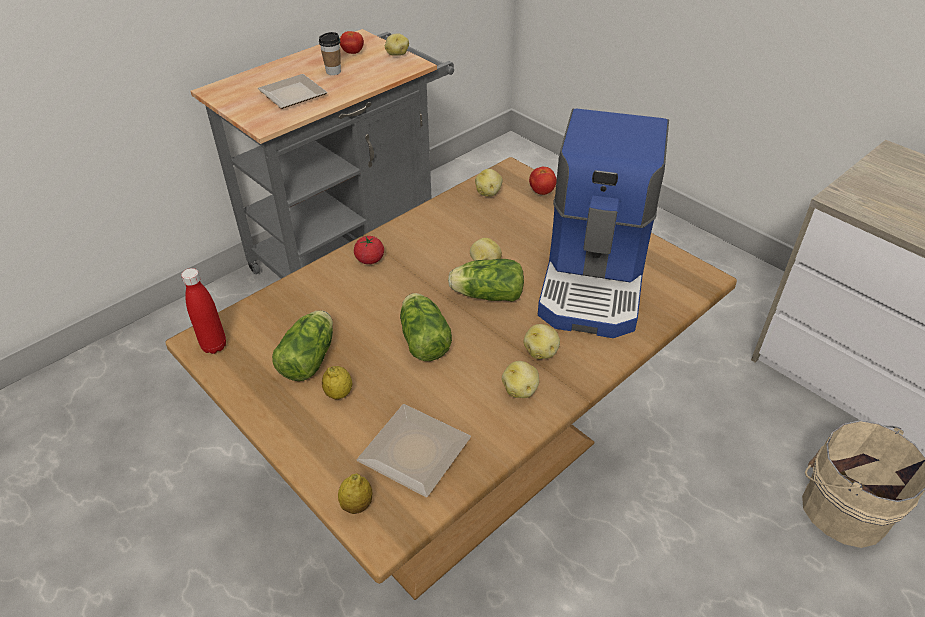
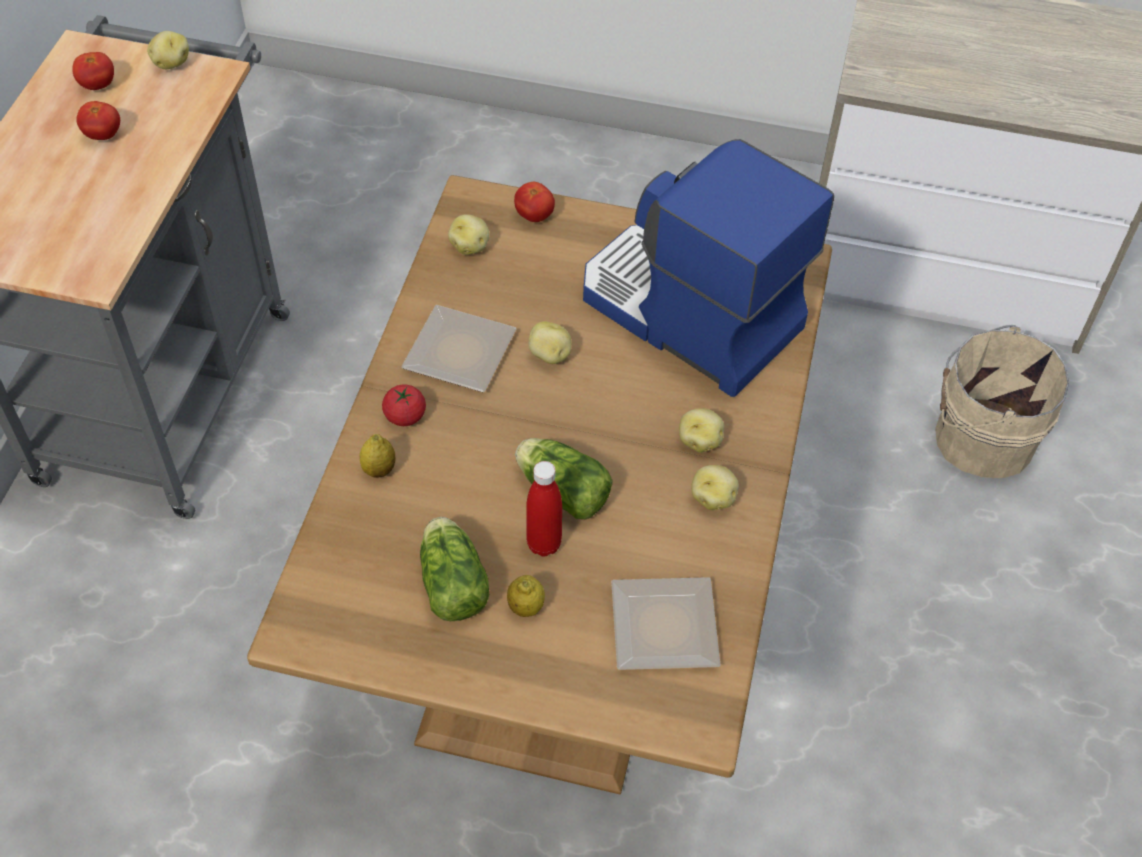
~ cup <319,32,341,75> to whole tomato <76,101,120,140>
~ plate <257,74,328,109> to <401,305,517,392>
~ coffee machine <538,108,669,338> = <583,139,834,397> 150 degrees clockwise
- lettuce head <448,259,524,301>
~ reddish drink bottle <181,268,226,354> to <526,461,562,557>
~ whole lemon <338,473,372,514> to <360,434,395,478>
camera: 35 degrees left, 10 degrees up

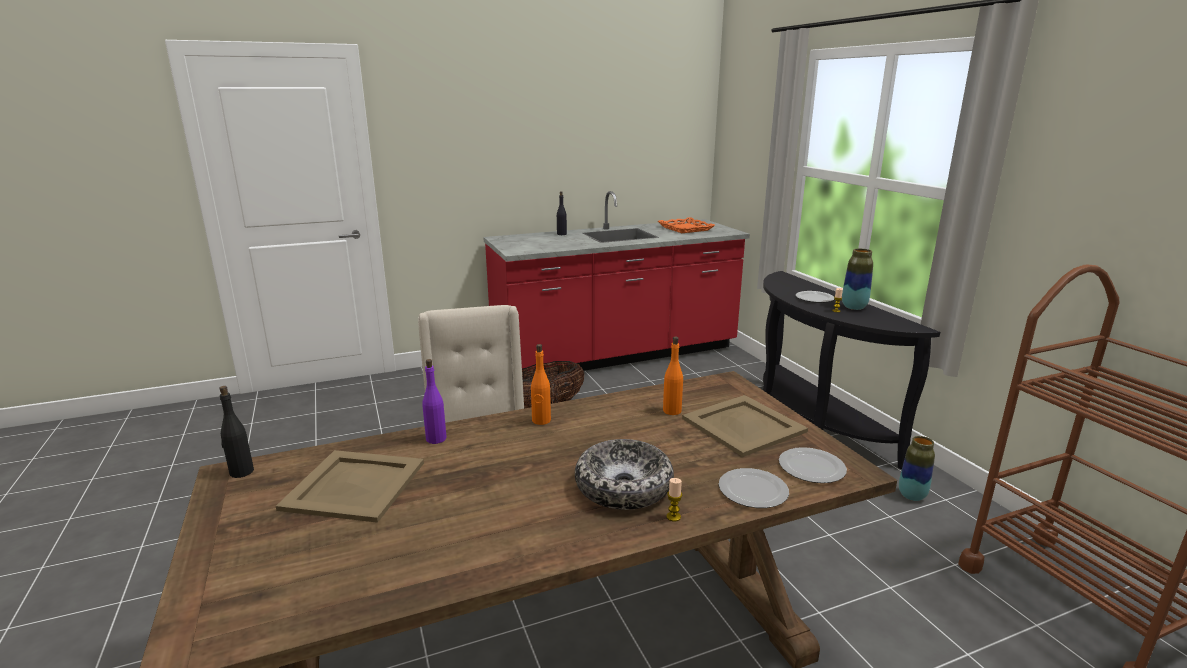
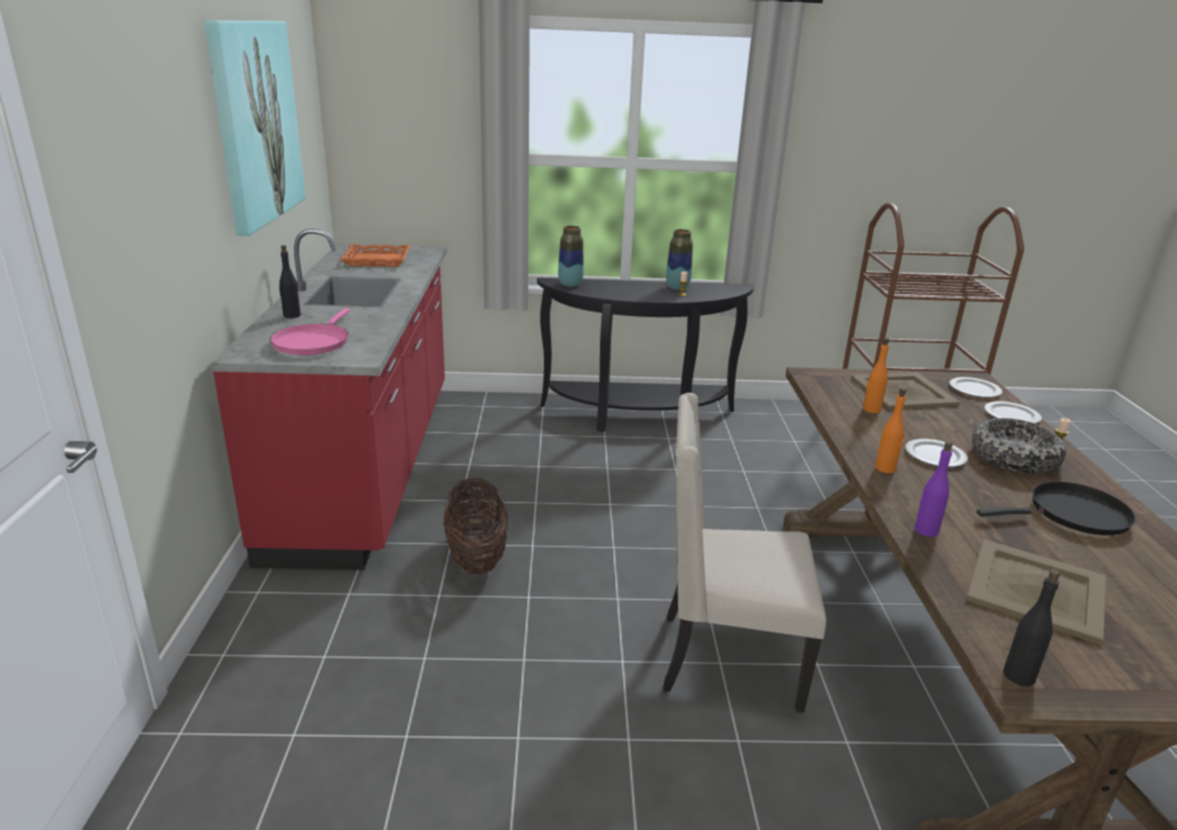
~ plate <796,291,834,303> to <905,439,968,467>
~ flower vase <899,436,935,501> to <558,226,584,287>
+ wall art <204,20,306,236>
+ pink-coloured frying pan <270,308,350,355>
+ black frying pan <977,481,1136,535>
camera: 70 degrees left, 5 degrees up

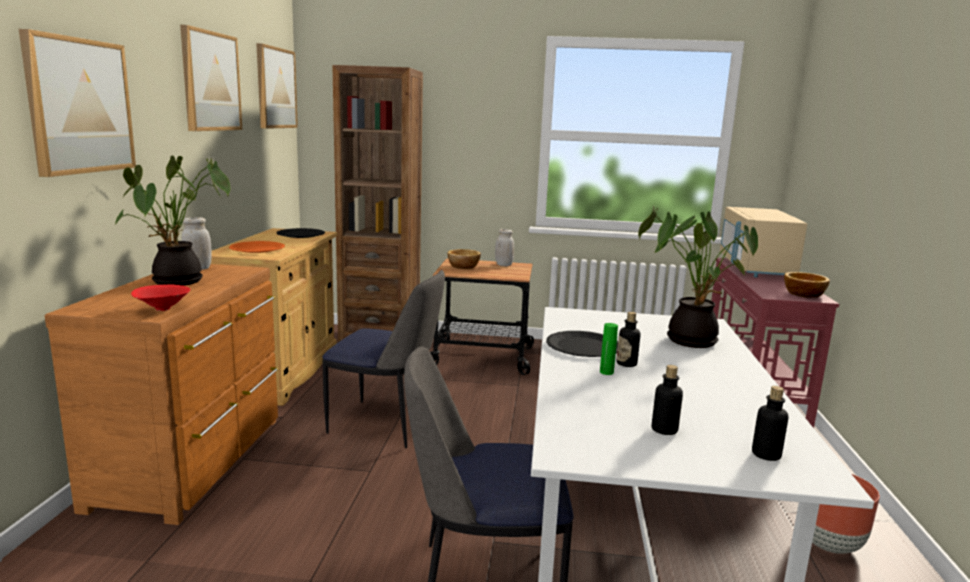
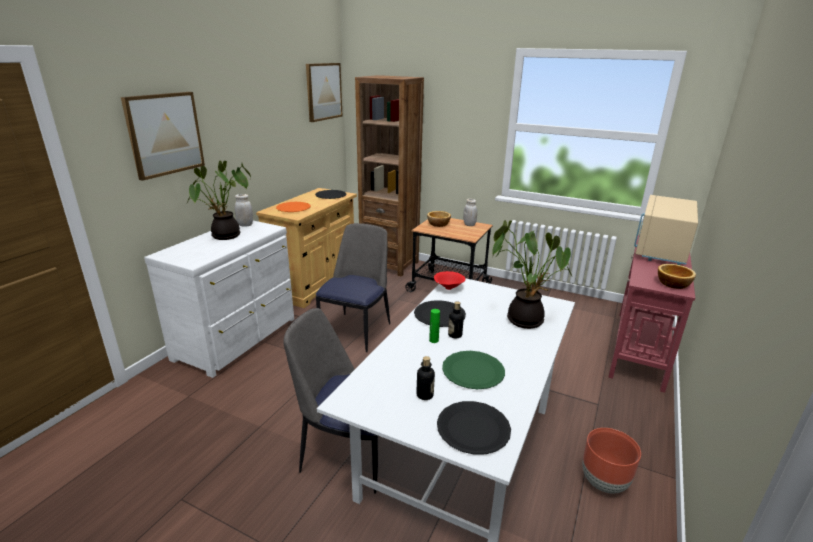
- wall art <180,25,242,131>
~ brown chest of drawers <45,264,278,525> to whitish chest of drawers <144,221,294,378>
~ plain chair <322,270,445,448> = <316,223,390,352> 105 degrees counterclockwise
~ reddish bowl <131,284,190,311> to <434,271,465,290>
~ drink bottle <752,386,788,461> to black plate <437,401,511,454>
+ green-coloured plate <442,351,505,389>
camera: 20 degrees right, 10 degrees up

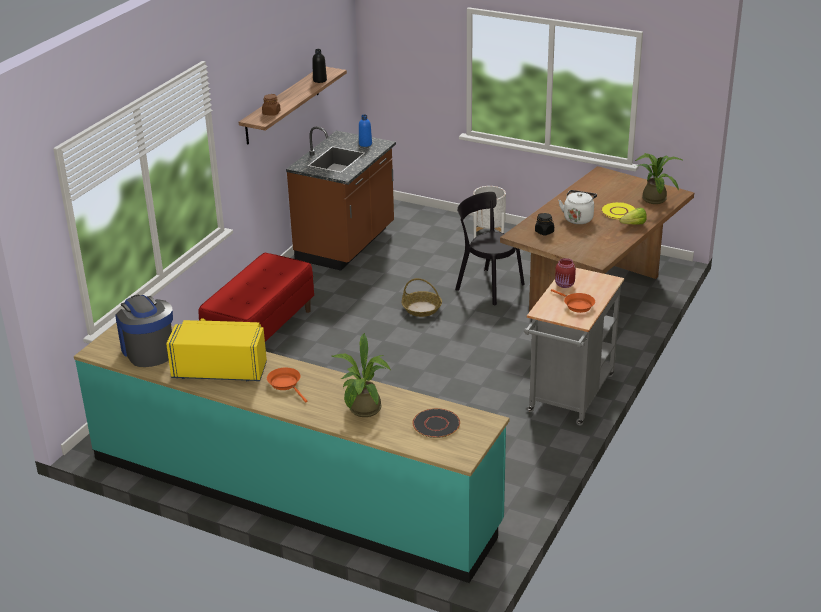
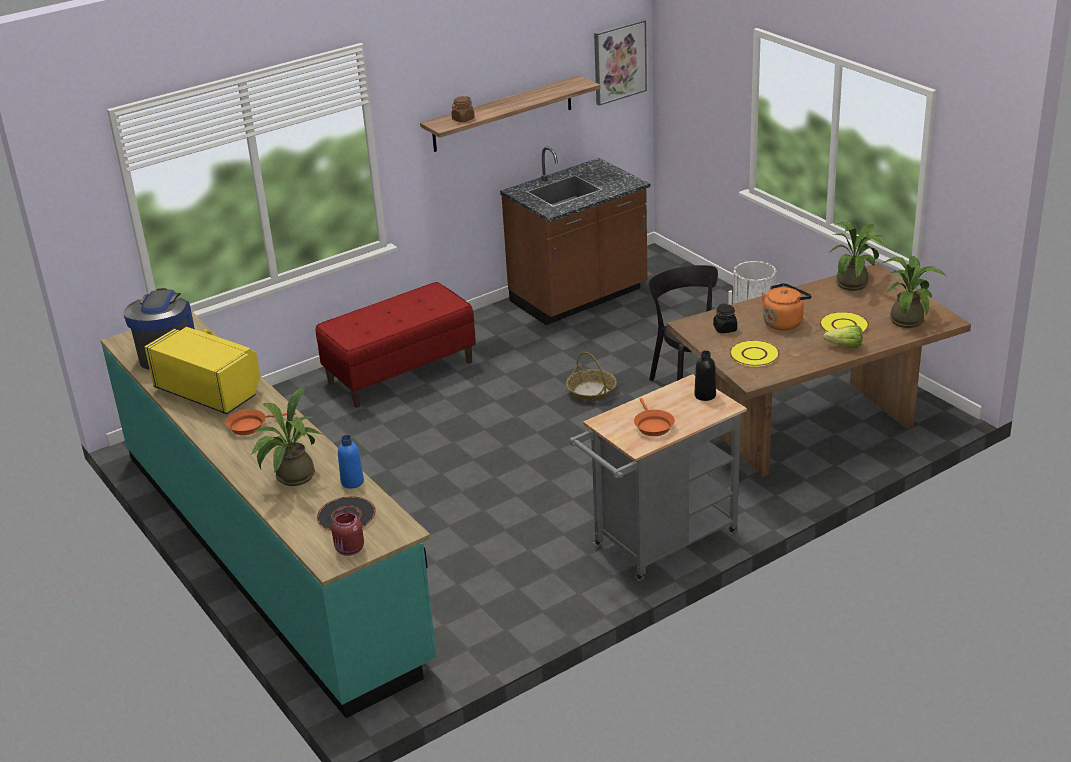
~ black drink bottle <312,49,327,83> to <694,351,716,401>
~ blue-coloured drink bottle <359,114,372,147> to <338,435,364,489>
~ whitish kettle <558,190,597,224> to orange-coloured kettle <762,283,812,330>
~ reddish storage jar <555,258,576,288> to <331,511,364,556>
~ orange-coloured frying pan <267,367,307,402> = <225,409,296,435> 105 degrees counterclockwise
+ wall art <594,19,647,106>
+ potted plant <828,221,882,291>
+ yellow plate <729,340,780,367>
camera: 30 degrees right, 0 degrees up

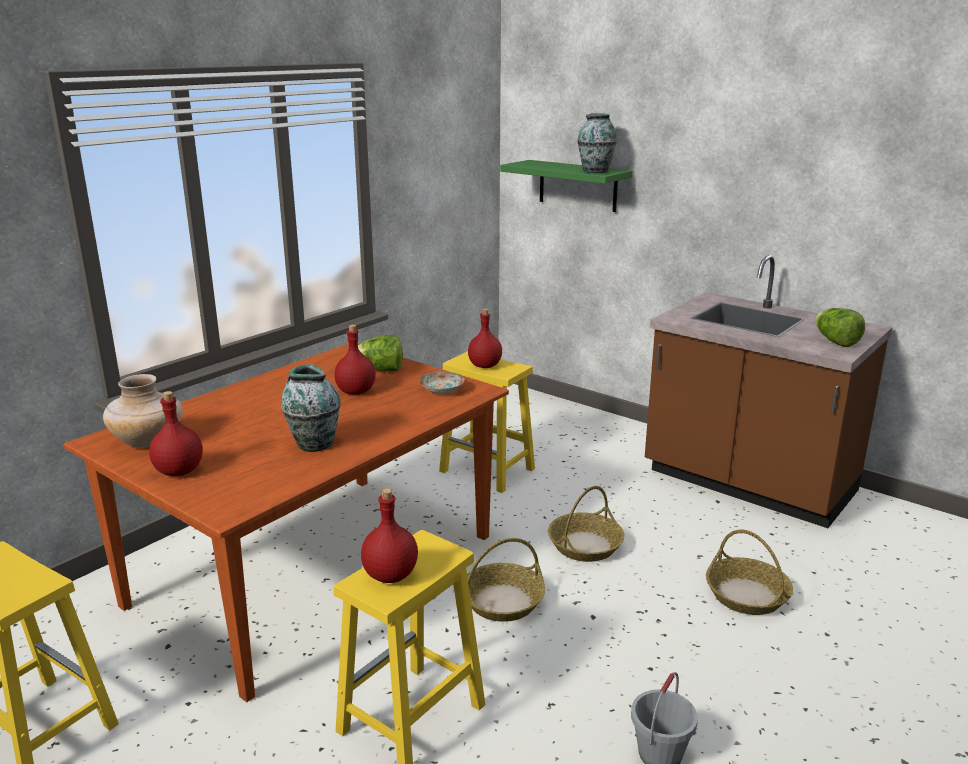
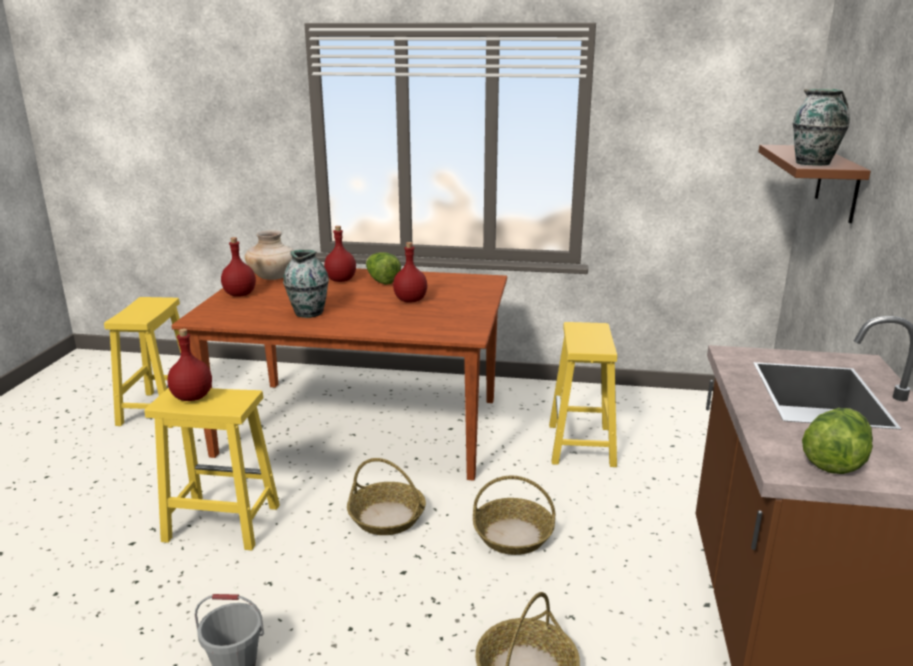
~ green-coloured bracket shelf <500,160,633,212> to brown bracket shelf <758,145,871,223>
~ reddish drink bottle <468,309,502,368> to <324,226,356,282>
~ lettuce head <358,335,403,372> to <366,252,401,285>
- plate <419,372,465,394>
camera: 60 degrees right, 0 degrees up

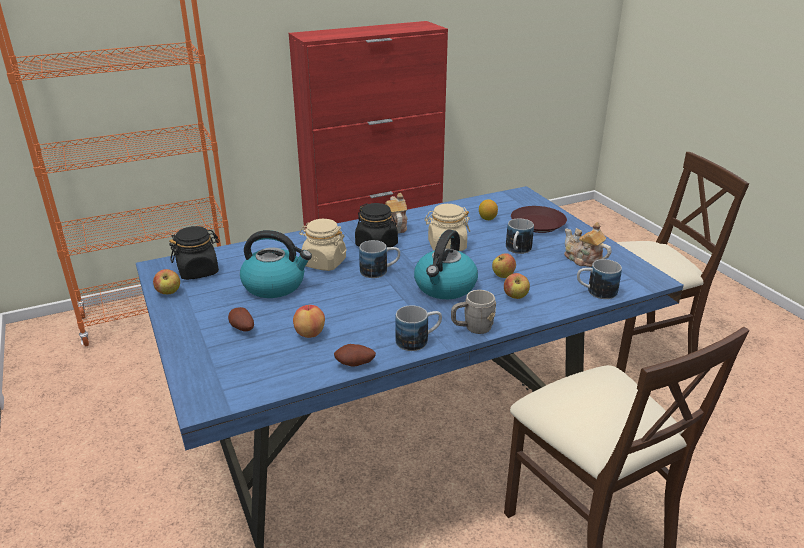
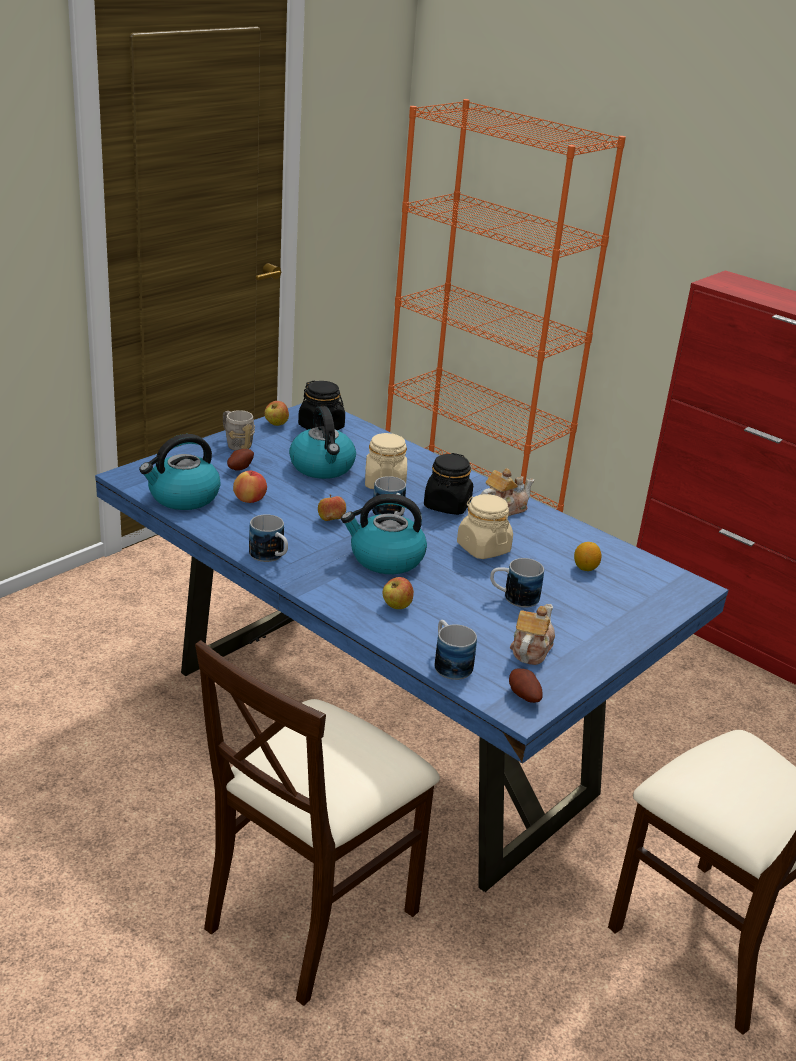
- brown plate <511,206,567,233>
~ apple <492,253,516,278> to <318,495,346,521>
~ gray mug <451,290,496,334> to <223,410,255,451>
~ whole potato <334,344,376,367> to <509,669,543,703>
+ kettle <139,434,221,510>
camera: 65 degrees right, 0 degrees up

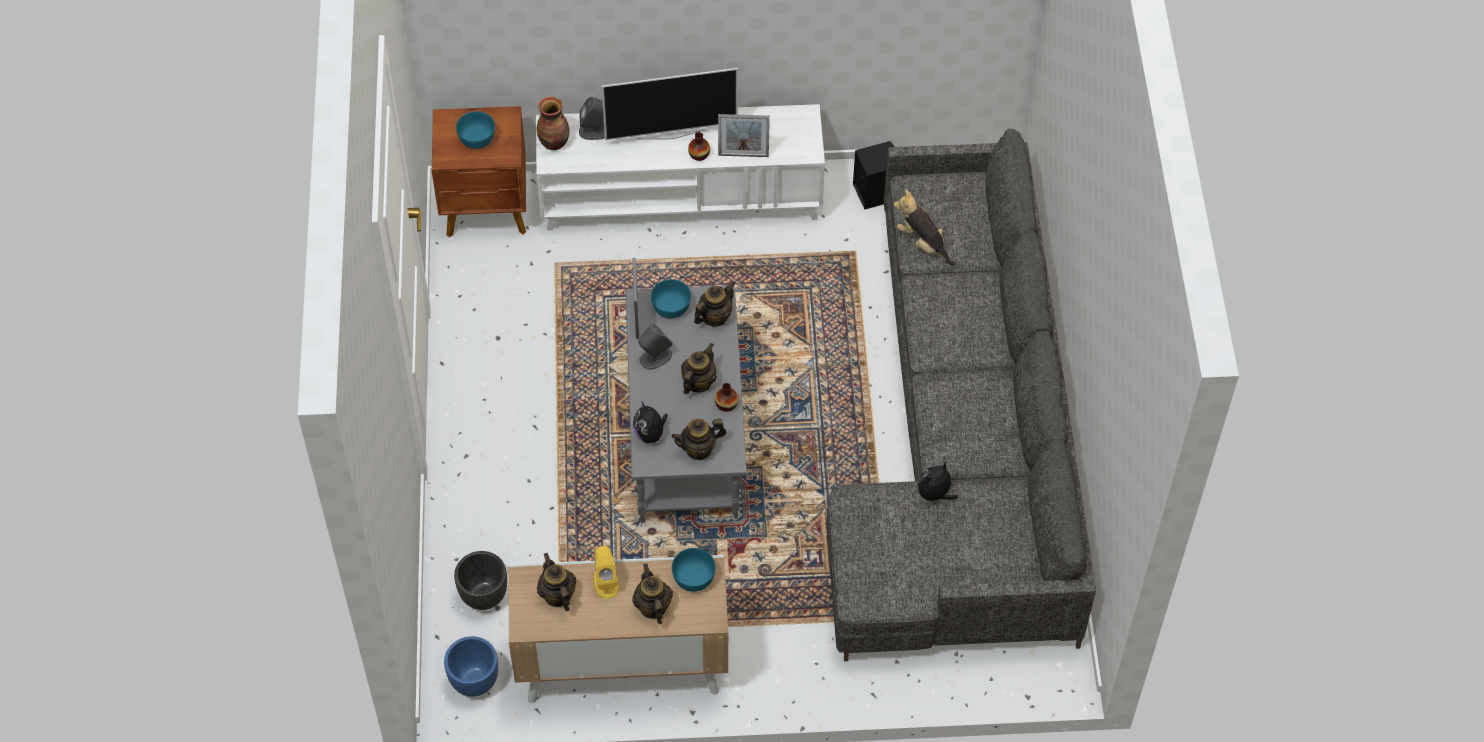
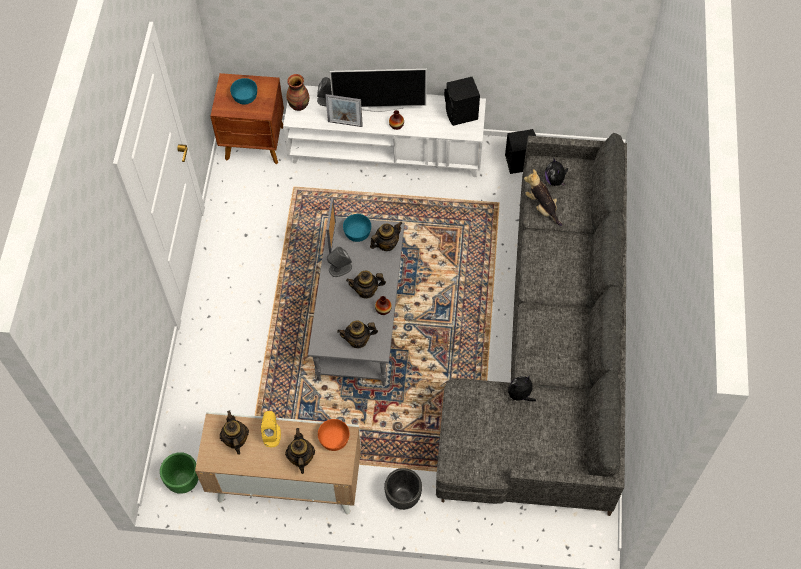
~ standing frame <718,114,770,157> to <325,94,363,127>
~ teapot <681,343,717,394> = <346,271,386,299> 135 degrees counterclockwise
~ soft toy <633,402,668,443> to <545,157,568,186>
~ turquoise-coloured bowl <672,548,716,592> to orange-coloured bowl <318,419,349,451>
~ black flower pot <454,551,507,610> to <384,468,422,510>
~ blue-coloured flower pot <444,636,498,697> to green-coloured flower pot <160,452,198,494>
+ black audio speaker <444,77,480,126>
camera: 10 degrees right, 5 degrees up

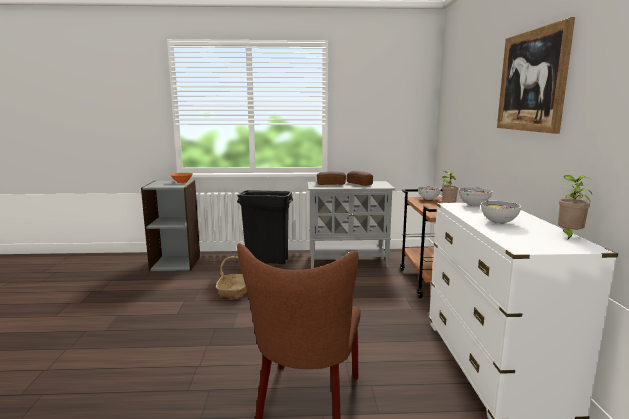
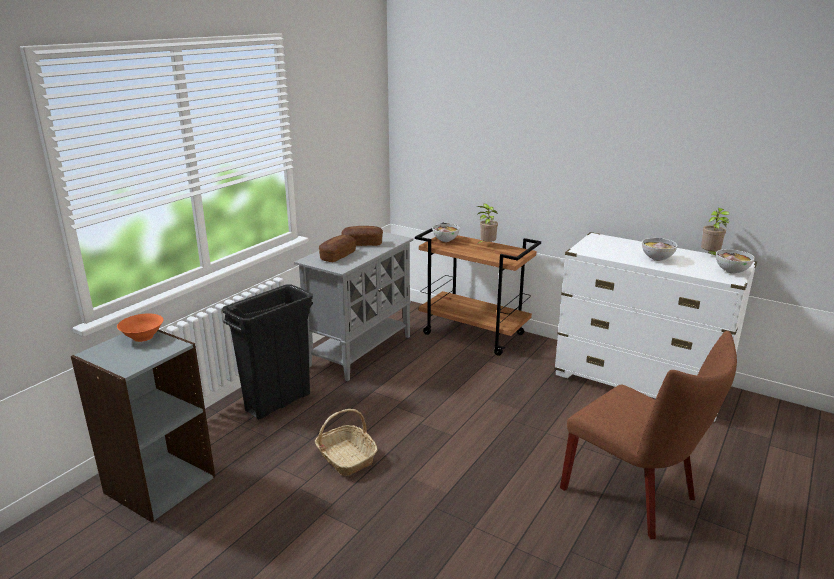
- wall art <497,17,575,134>
~ bowl <459,187,492,206> to <716,249,755,274>
camera: 55 degrees left, 10 degrees up

